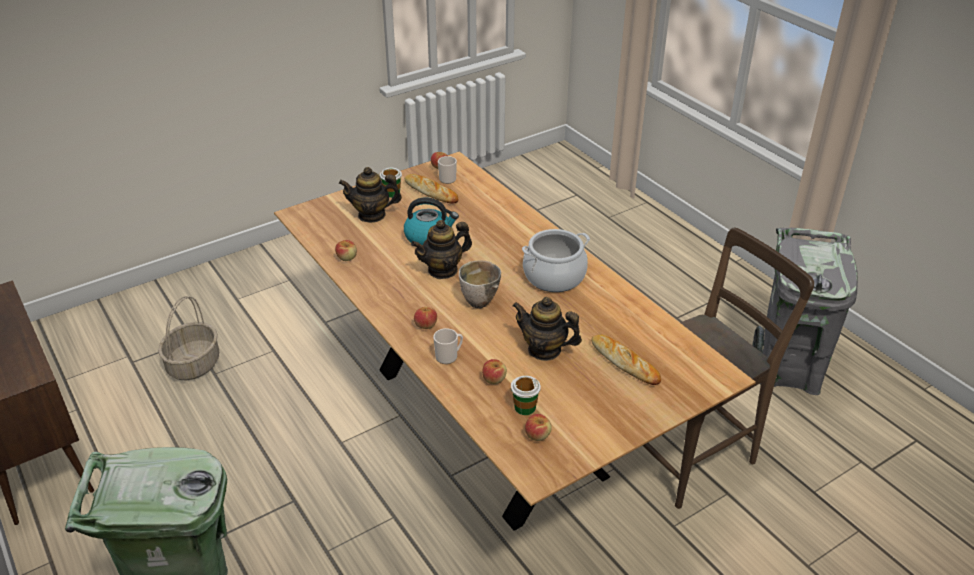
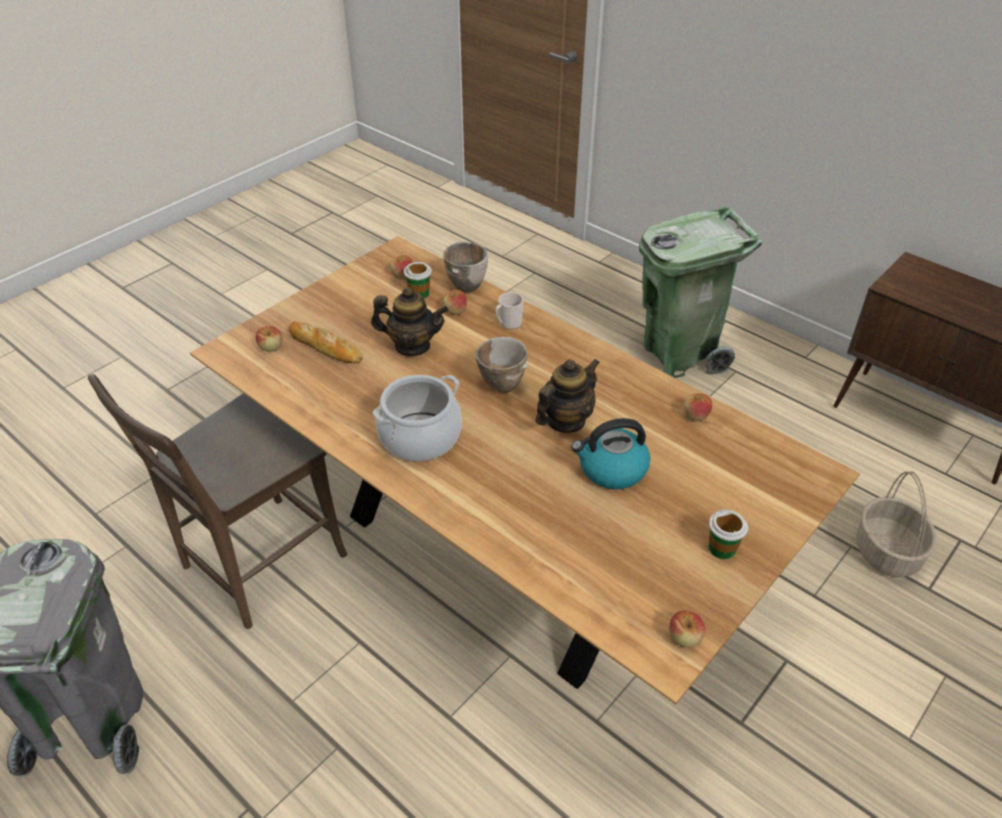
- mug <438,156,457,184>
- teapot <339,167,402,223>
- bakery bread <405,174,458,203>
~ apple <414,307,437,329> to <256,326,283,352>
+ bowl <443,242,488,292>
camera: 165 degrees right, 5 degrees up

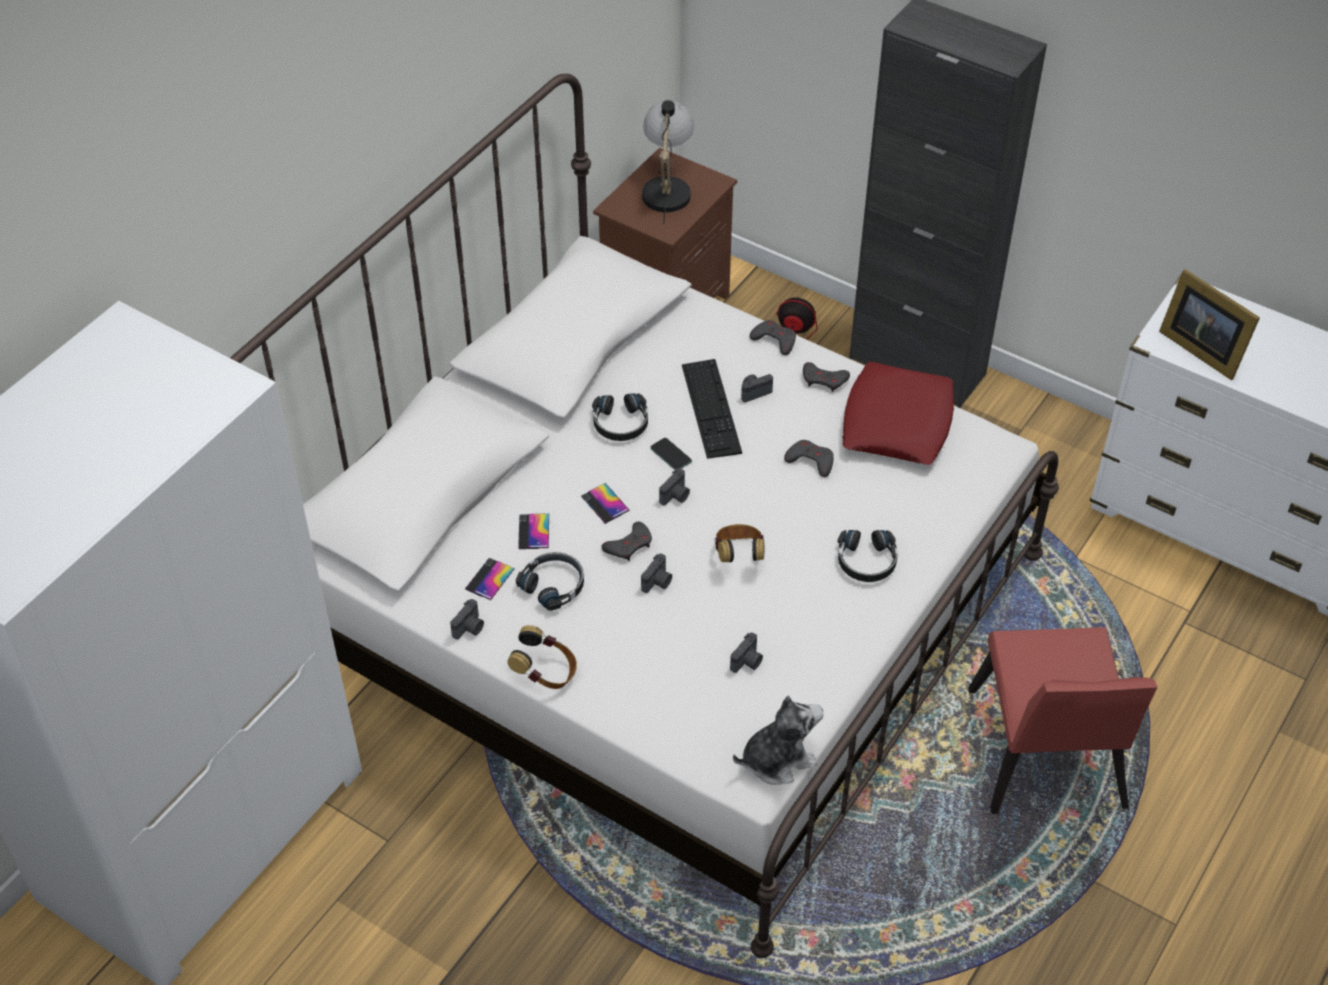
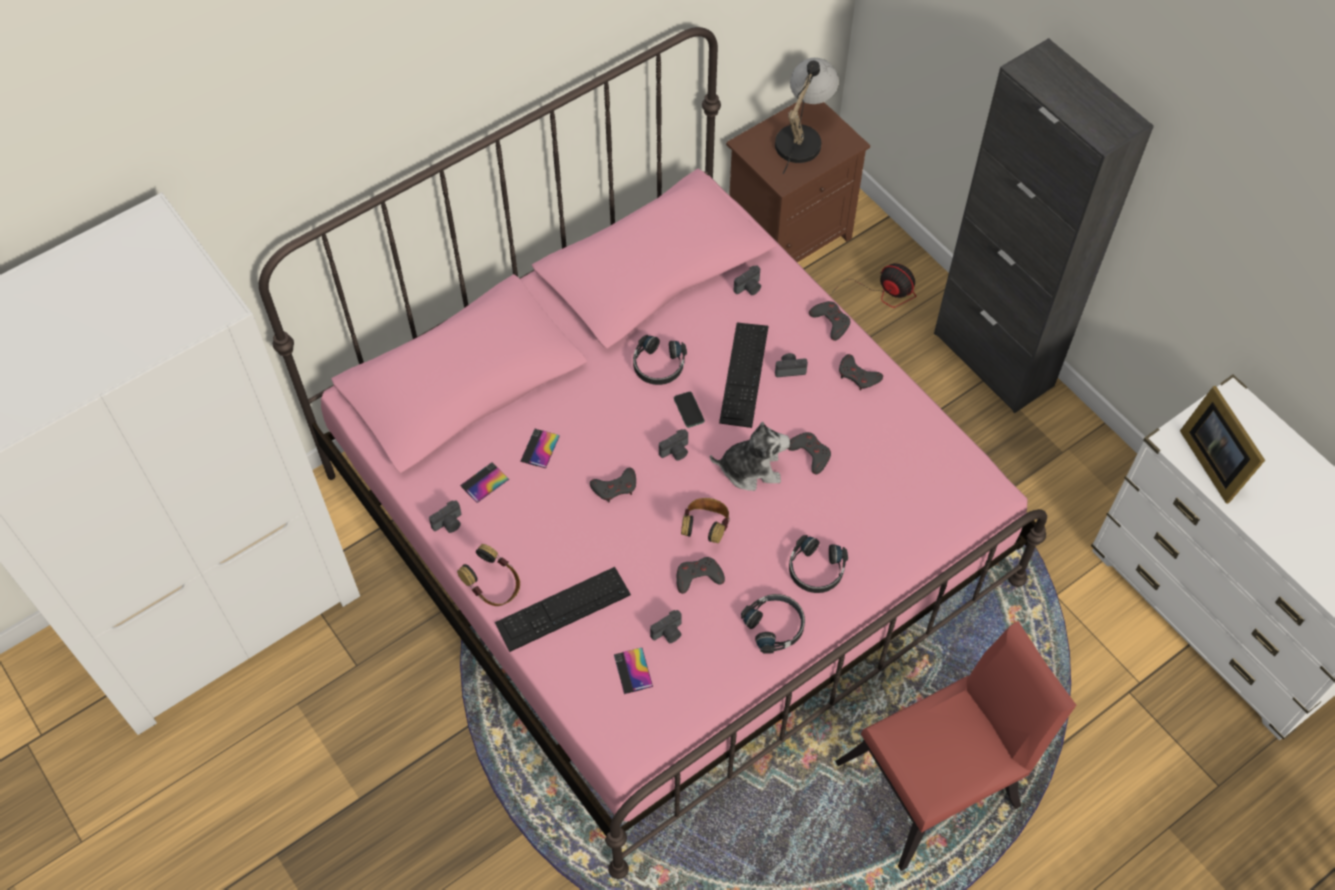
~ whitish bed <230,74,1059,958> to pink-coloured bed <259,27,1047,879>
- reddish throw pillow <842,362,954,465>
~ phone <581,483,630,524> to <614,648,653,694>
~ black headset <516,552,584,611> to <741,594,805,654>
~ still camera <641,553,672,593> to <734,266,761,295>
~ reddish plain chair <968,627,1158,814> = <835,621,1076,871> 135 degrees counterclockwise
~ soft toy <733,696,823,785> to <710,422,790,491>
+ gray gamepad <676,557,725,594>
+ keyboard <495,567,631,652>
camera: 20 degrees right, 10 degrees up

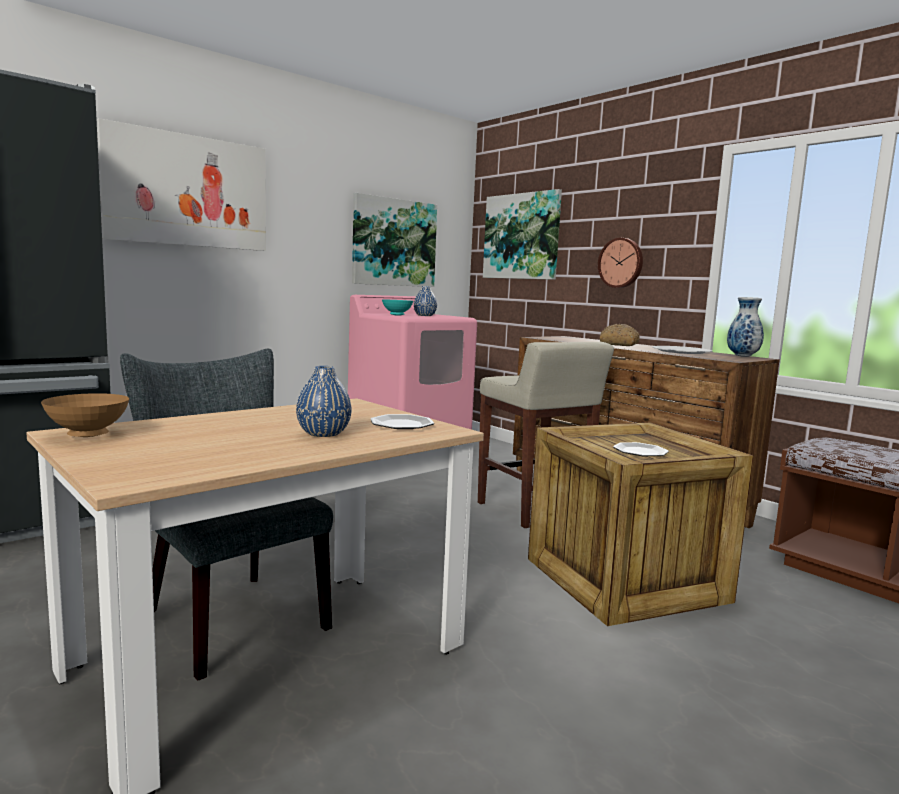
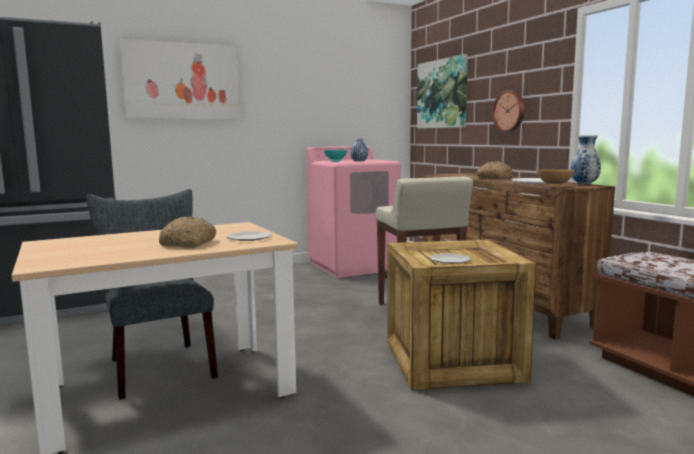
- wall art <352,193,437,287>
~ blue-coloured flower vase <296,366,352,437> to bakery bread <159,216,216,247>
~ brown bowl <41,393,129,437> to <537,169,575,187>
camera: 15 degrees right, 0 degrees up

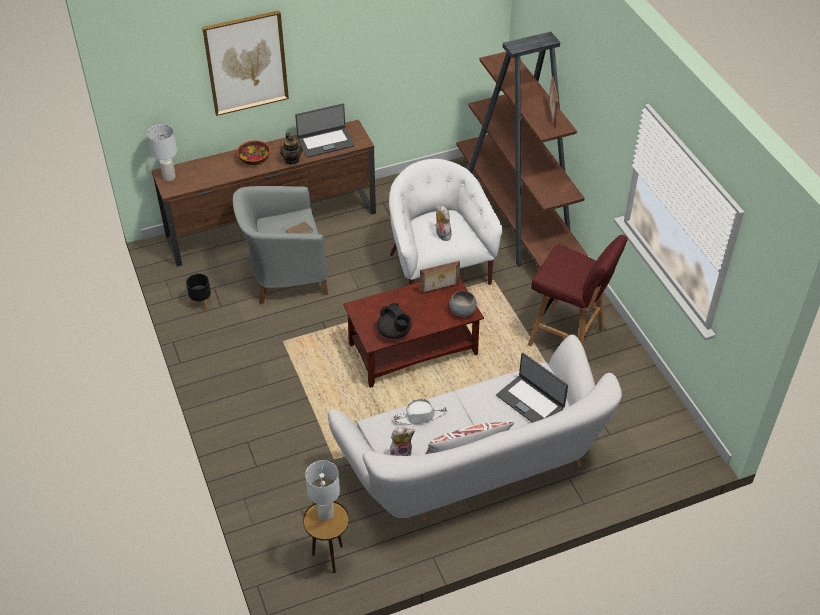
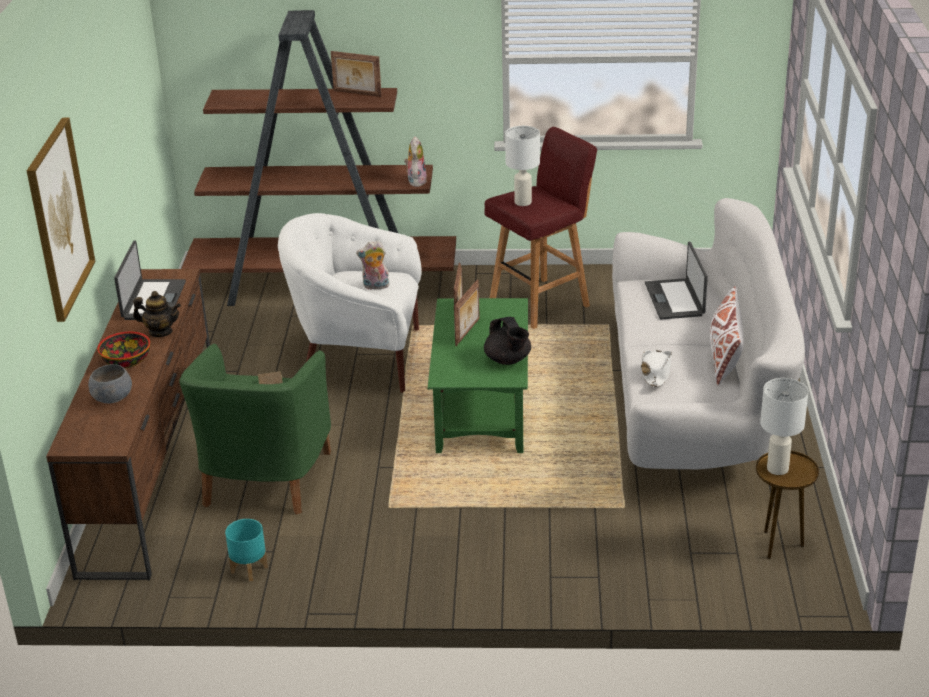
~ whitish tabletop lamp <147,124,177,181> to <505,126,540,206>
~ gray easy chair <233,186,328,305> to green-coloured easy chair <179,344,331,515>
~ black flower pot <186,273,212,310> to turquoise-coloured flower pot <225,519,268,582>
~ brown lounge table <343,277,484,388> to green-coloured lounge table <428,298,528,453>
~ gray bowl <449,291,477,317> to <88,364,132,403>
~ black teapot <377,303,412,339> = <484,317,531,365> 75 degrees clockwise
~ portable computer <496,353,568,423> = <645,242,708,319> 105 degrees clockwise
~ soft toy <390,427,415,456> to <404,136,427,187>
+ standing frame <454,279,480,346>
camera: 65 degrees left, 15 degrees down

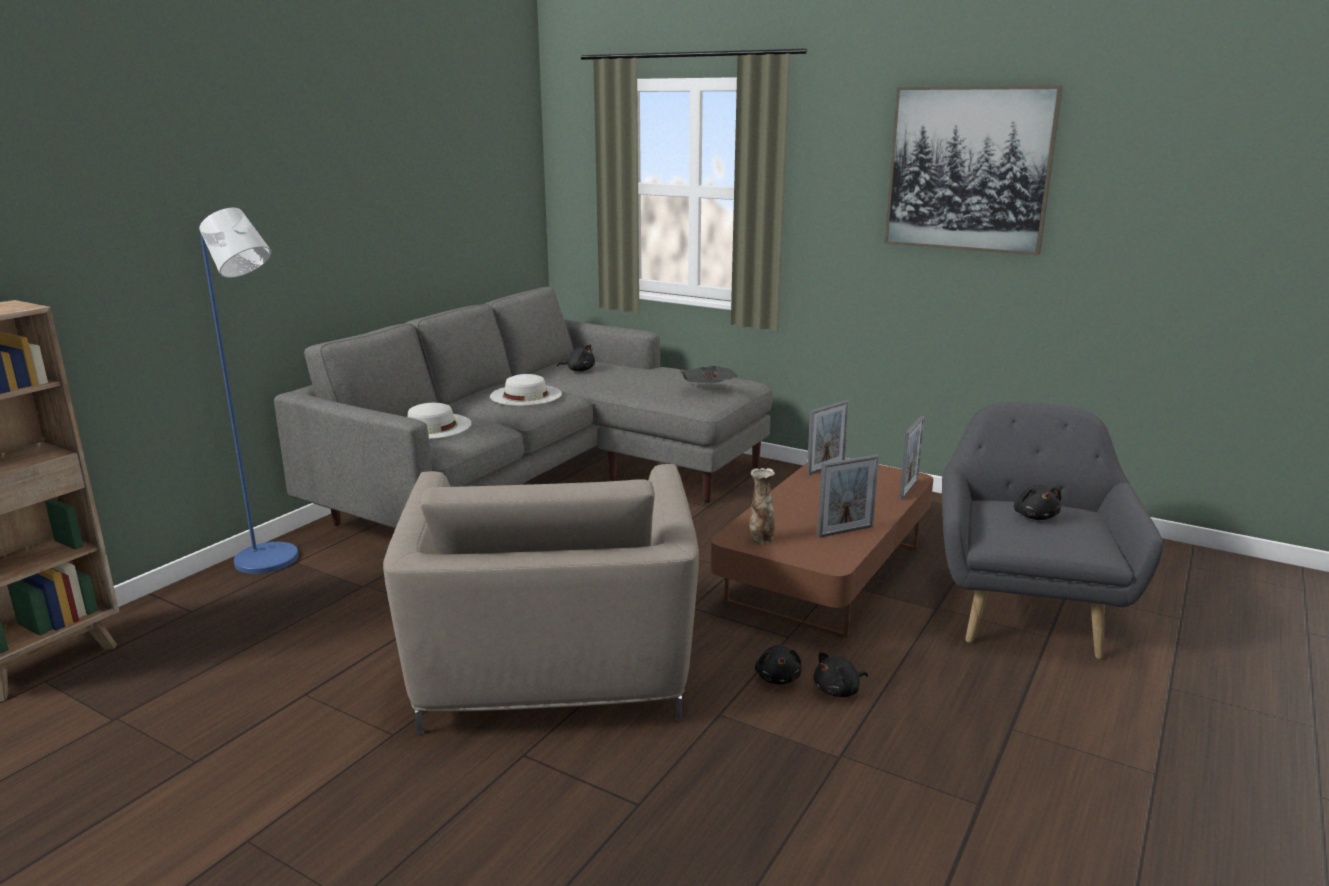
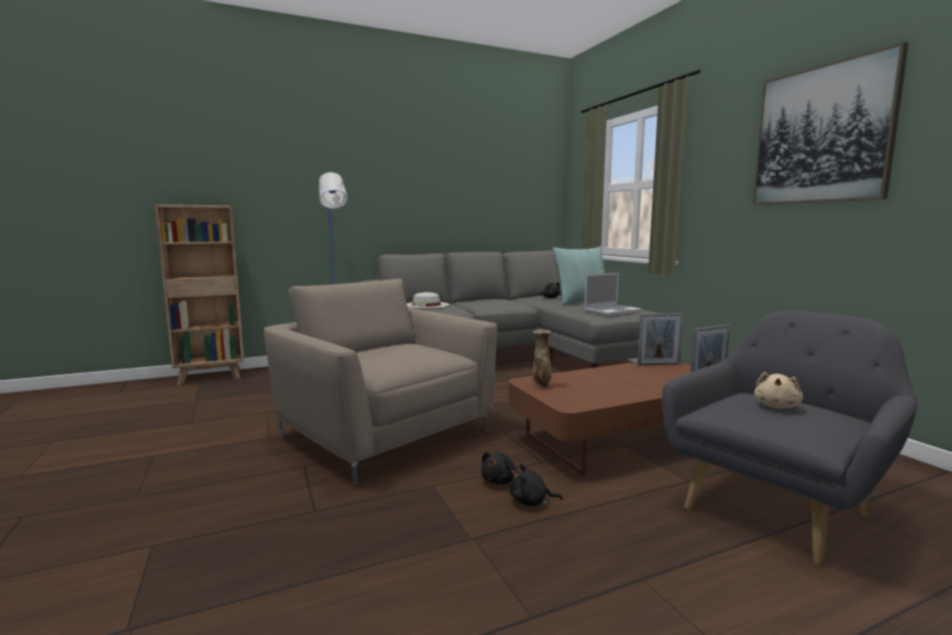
~ newspaper <681,366,737,383> to portable computer <584,273,642,316>
- whitish clothing hat <490,374,562,406>
- standing frame <817,454,879,538>
~ beige-coloured easy chair <383,464,699,735> = <264,278,497,485> 105 degrees clockwise
~ black soft toy <1014,485,1061,520> to beige-coloured soft toy <754,372,803,409>
+ throw pillow <553,246,605,305>
camera: 35 degrees right, 10 degrees down

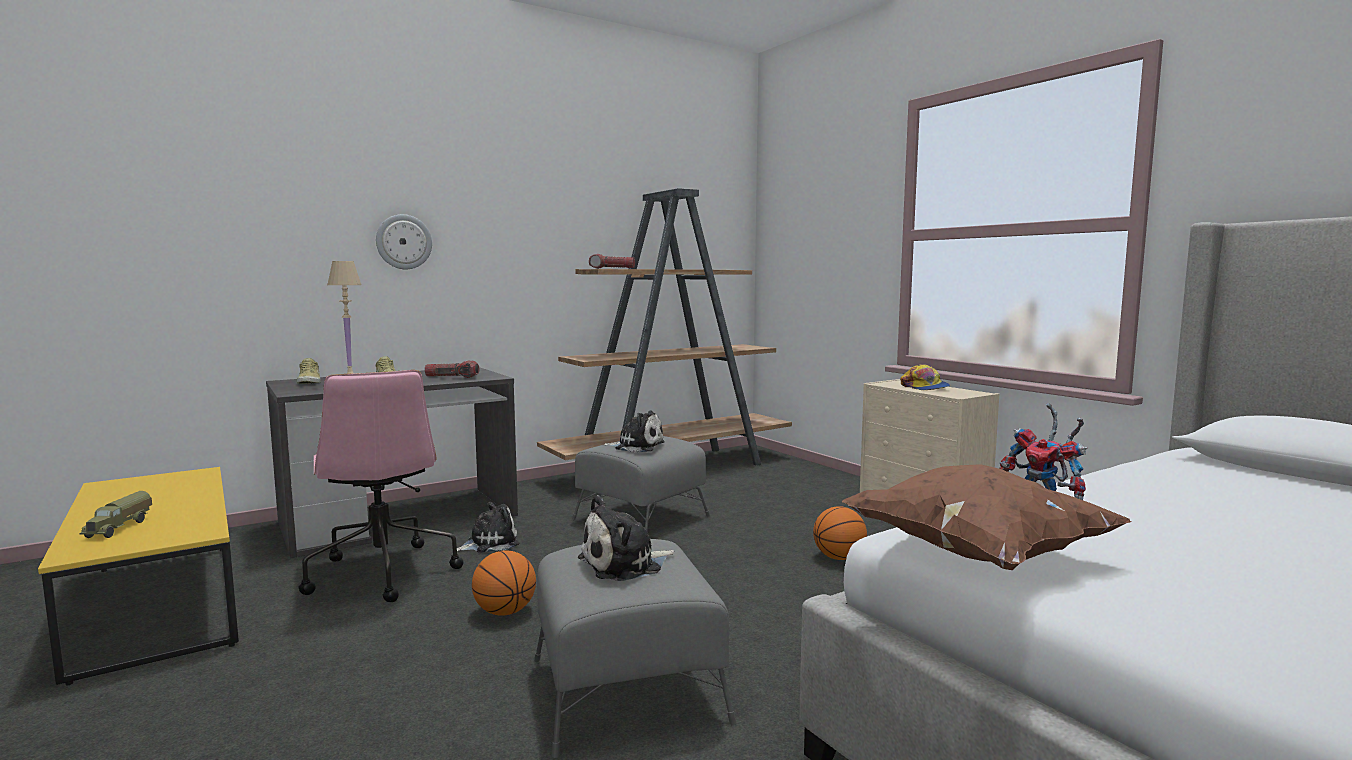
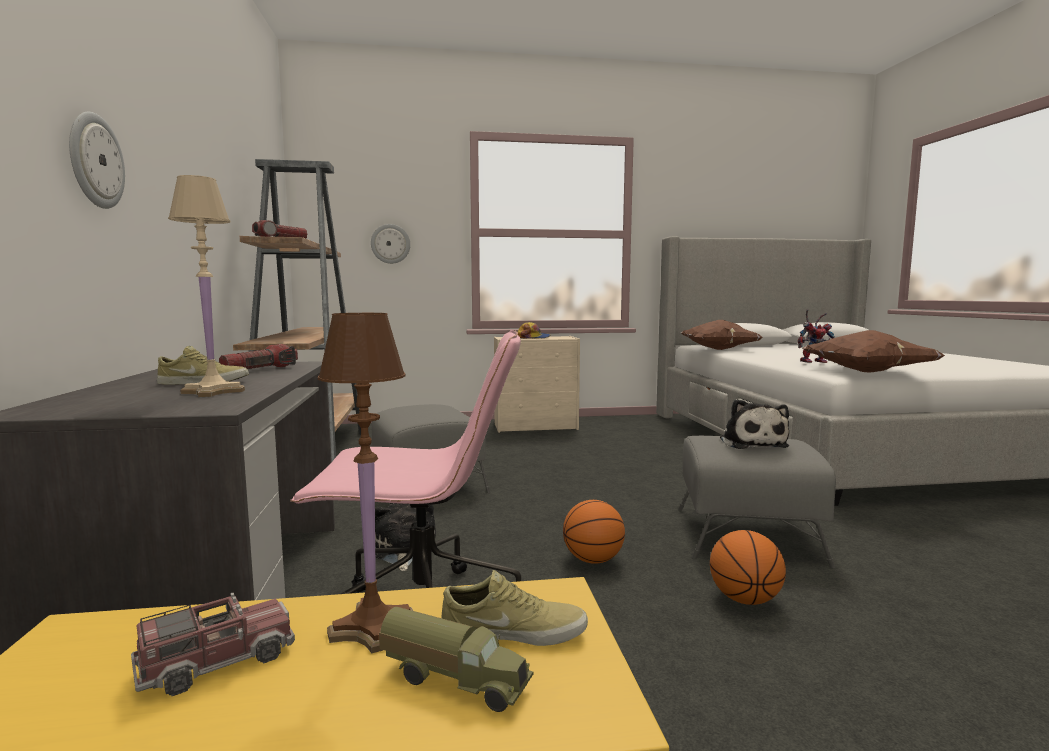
~ beige-coloured shoe <297,358,321,384> to <442,570,588,646>
- soft toy <603,410,665,453>
~ ball for basketball <813,506,867,560> to <710,530,786,605>
+ clock on the wall <371,224,410,264>
+ brown tabletop lamp <318,313,413,653>
+ brown throw pillow <681,320,763,350>
+ toy lorry <131,593,295,696>
camera: 65 degrees left, 0 degrees up

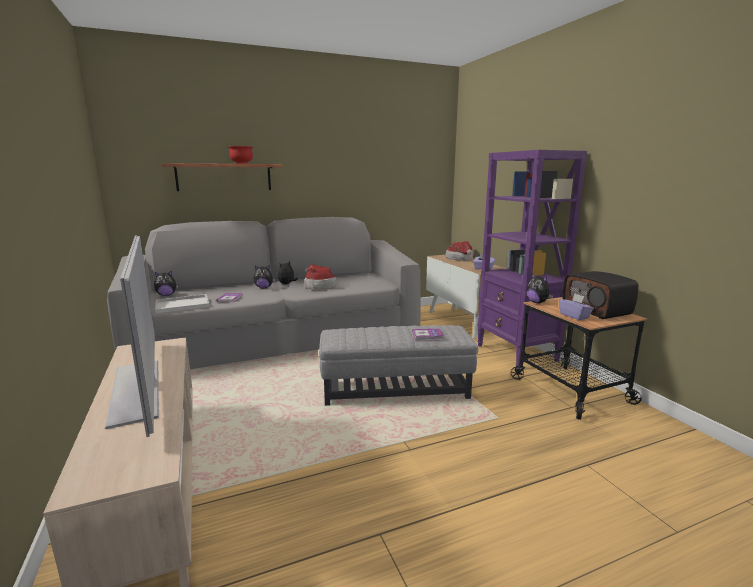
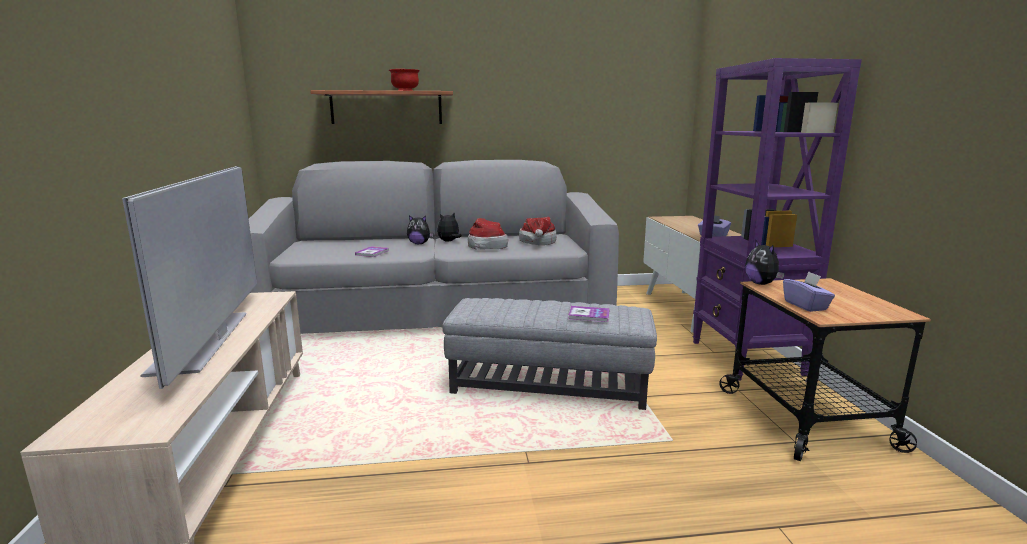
~ clothing hat <446,241,473,261> to <519,217,556,245>
- soft toy <154,270,178,296>
- radio receiver <562,271,638,319>
- whitish serving tray <155,294,210,313>
camera: 15 degrees right, 0 degrees up

